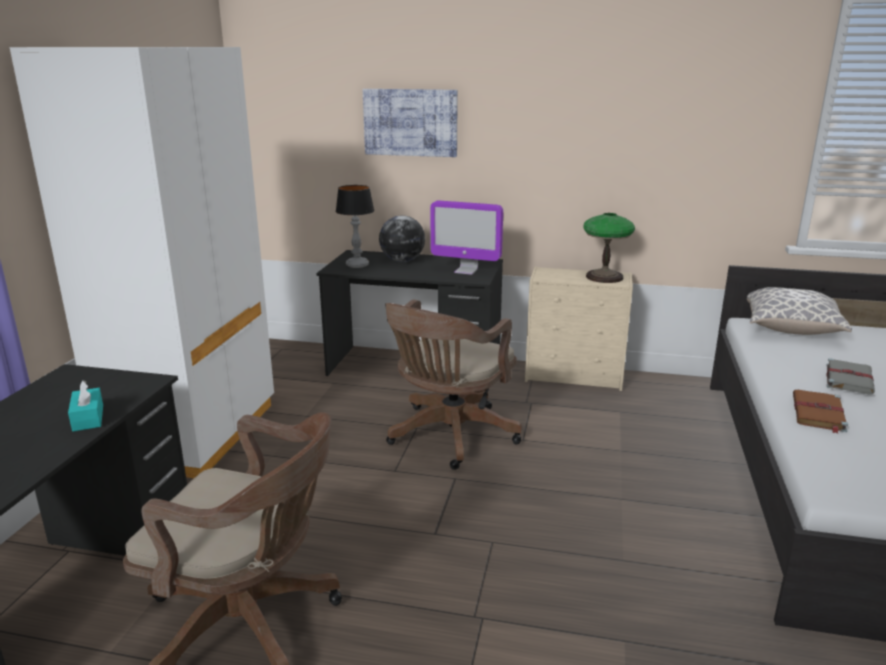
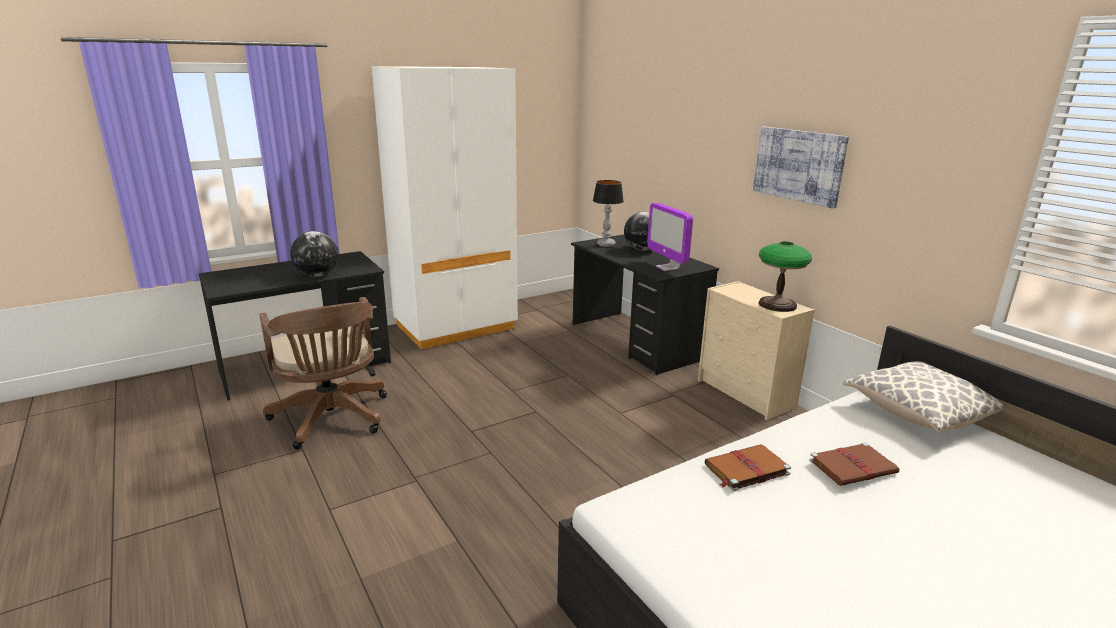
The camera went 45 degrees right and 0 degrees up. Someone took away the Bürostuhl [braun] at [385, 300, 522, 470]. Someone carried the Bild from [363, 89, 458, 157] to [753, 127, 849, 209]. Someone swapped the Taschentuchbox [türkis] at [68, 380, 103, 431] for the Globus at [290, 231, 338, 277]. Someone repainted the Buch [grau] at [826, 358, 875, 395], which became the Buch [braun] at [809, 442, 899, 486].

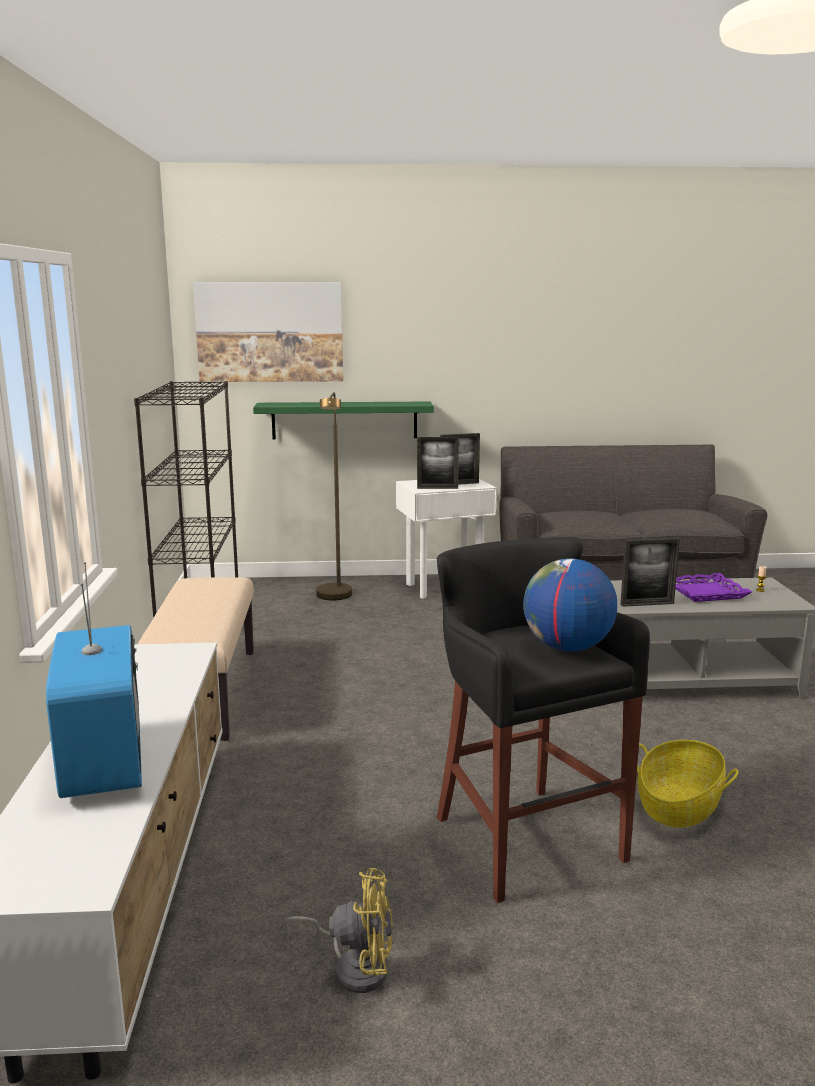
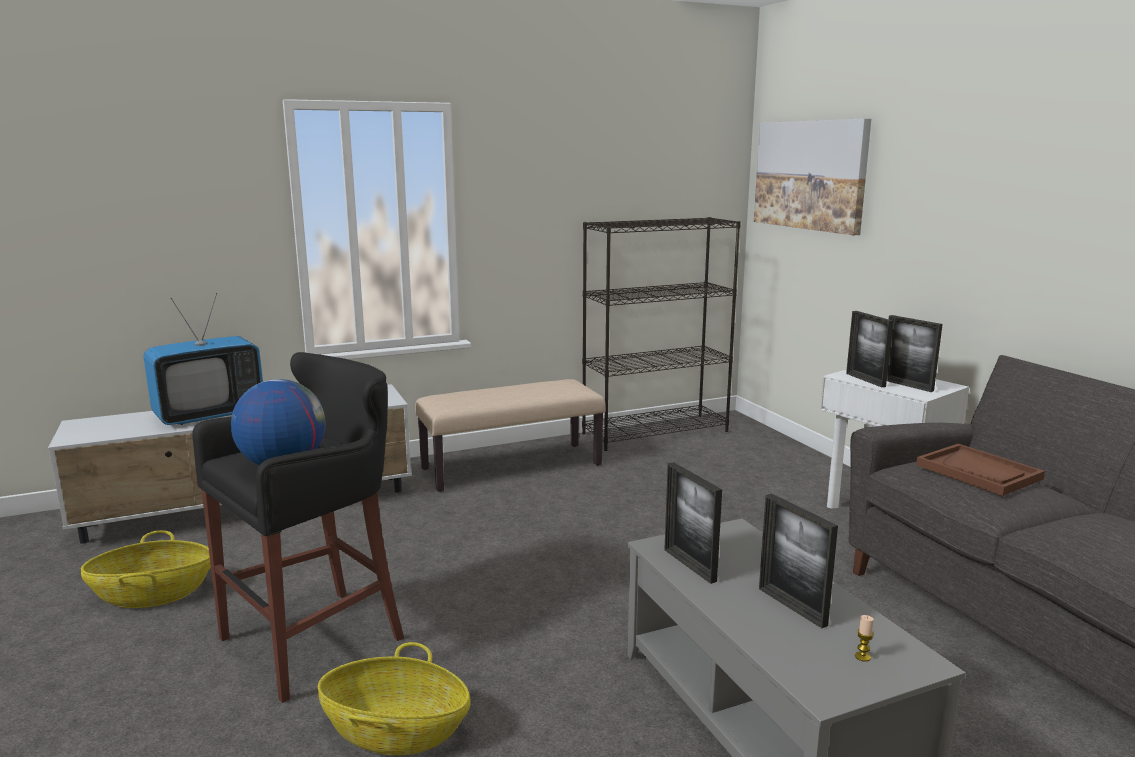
The camera went 70 degrees right and 0 degrees up. Someone took away the Wandregal [grün] at [253, 402, 434, 439]. Someone took away the Stehlampe [braun] at [316, 392, 352, 600]. Someone put down the Tablett [braun] at [916, 444, 1045, 496]. Someone swapped the Ventilator [gelb] at [284, 868, 393, 993] for the Korb at [81, 530, 211, 608]. Someone swapped the Tablett [lila] at [675, 573, 752, 602] for the Bilderrahmen at [759, 494, 838, 628].

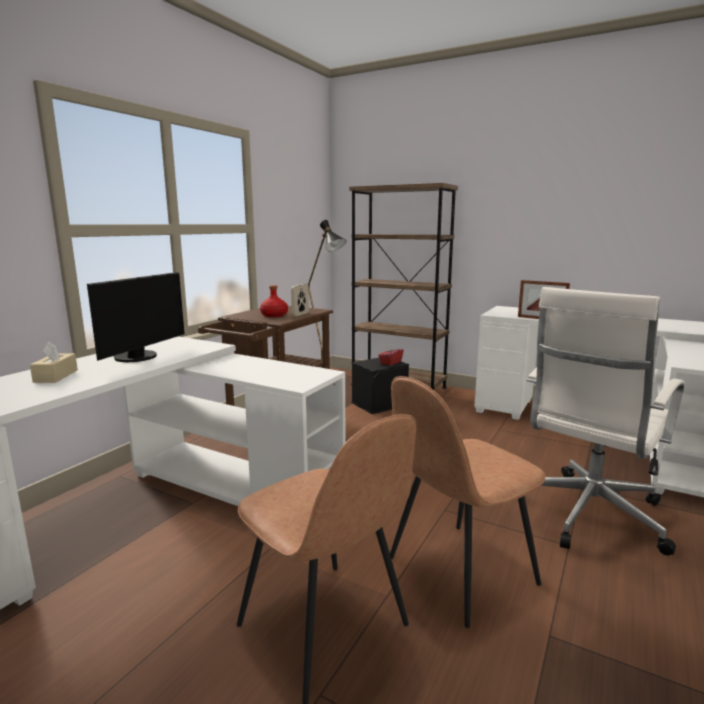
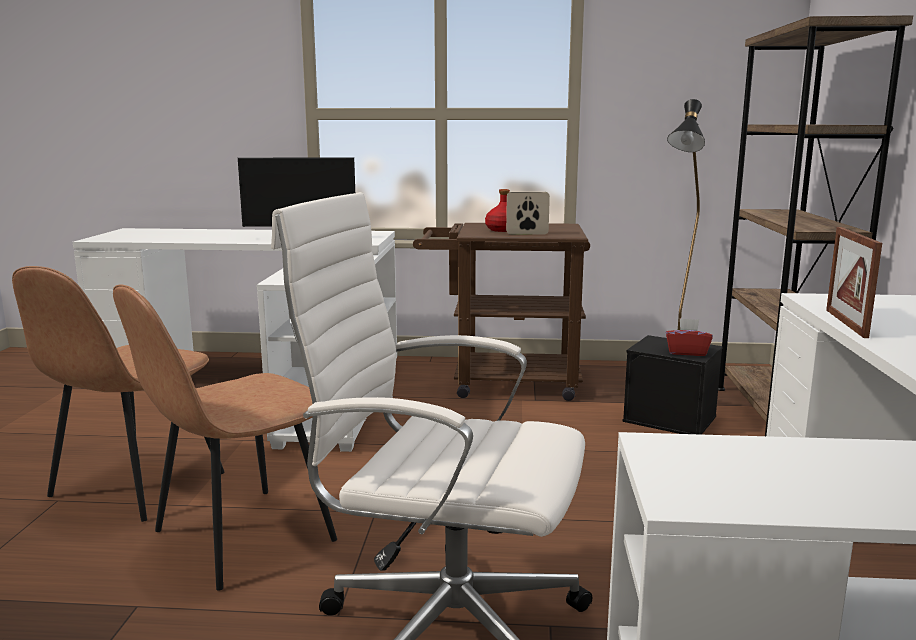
The camera went 65 degrees right and 0 degrees up. Someone took away the Taschentuchbox [beige] at [30, 341, 78, 383]. Someone rotated the Stuhl [braun] at [390, 376, 546, 628] by 75 degrees counterclockwise.

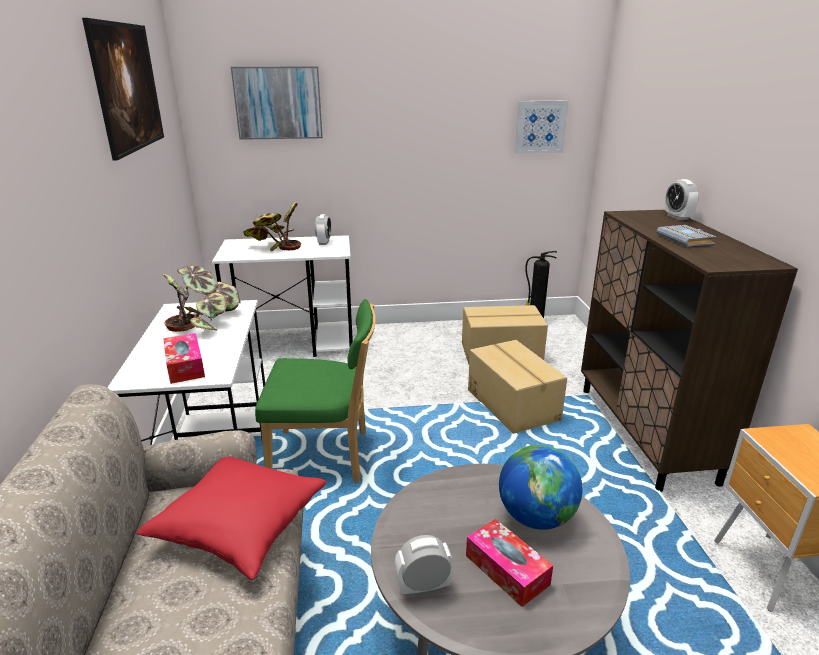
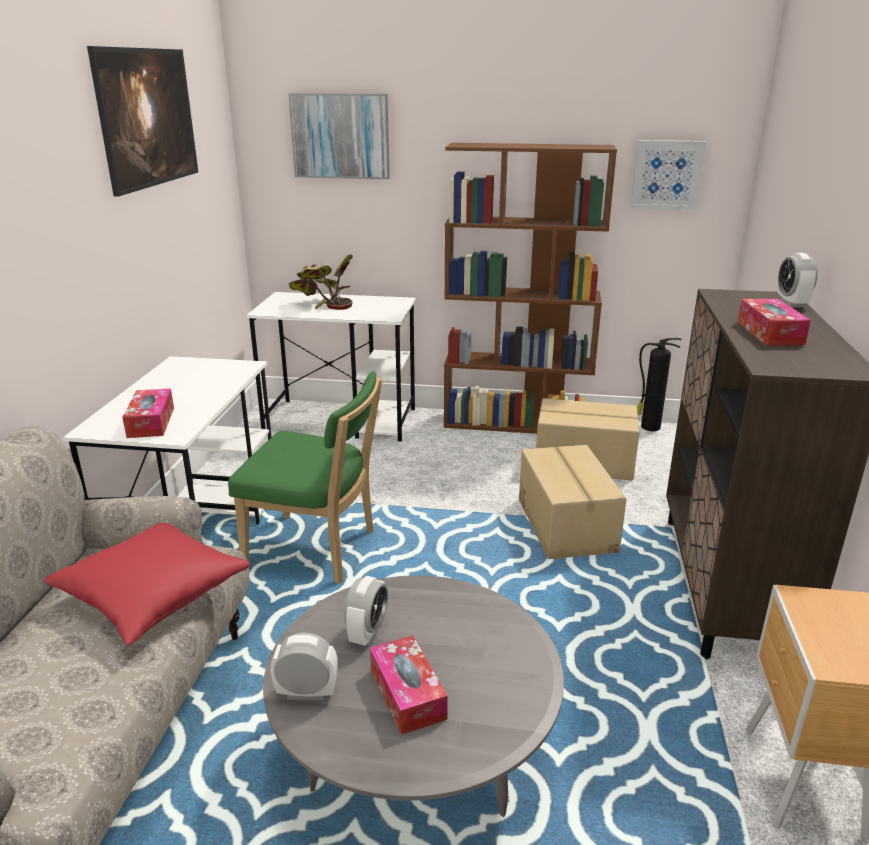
The camera went 15 degrees right and 0 degrees up. Someone took away the Topfpflanze at [163, 265, 241, 332]. Someone took away the Globus at [499, 445, 583, 530]. Someone put down the Bücherregal [braun] at [444, 143, 617, 434]. Someone carried the Wecker from [315, 214, 331, 245] to [344, 576, 388, 646]. Someone swapped the Buch [grau] at [657, 225, 716, 247] for the Taschentuchbox at [738, 299, 811, 345].

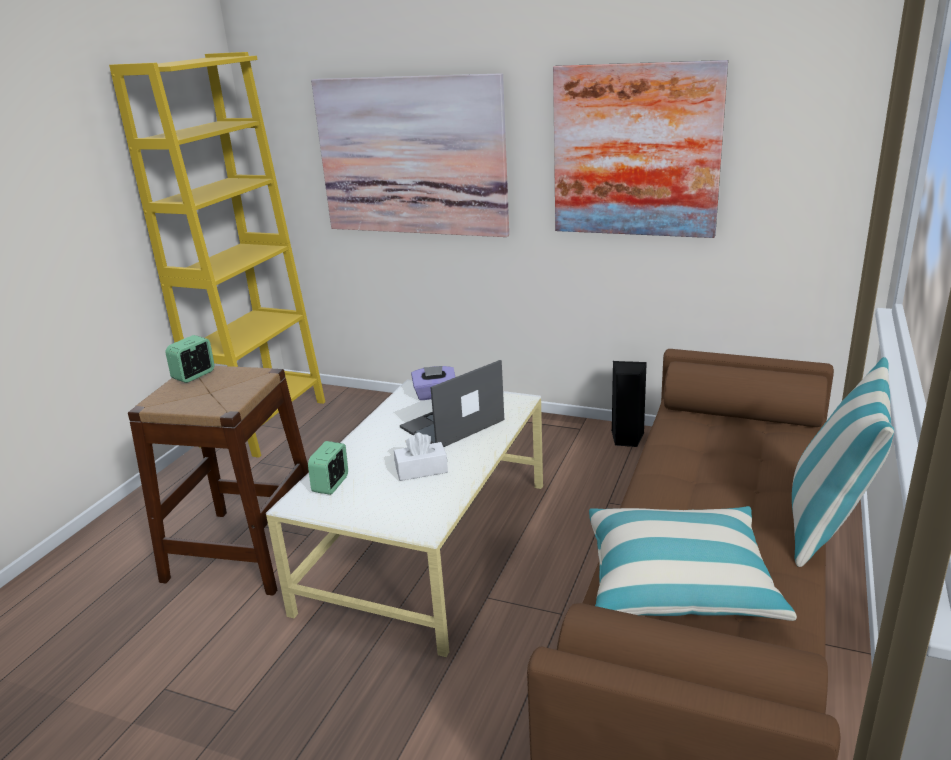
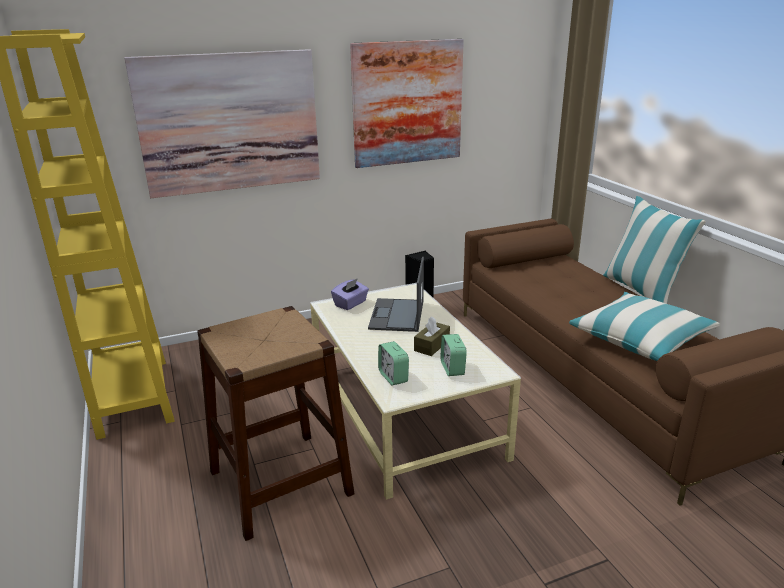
The camera went 45 degrees left and 0 degrees up. Someone carried the Wecker from [165, 335, 214, 383] to [440, 334, 467, 376]. Someone repainted the Taschentuchbox [weiß] at [394, 432, 448, 481], which became the Taschentuchbox [braun] at [414, 316, 450, 356].

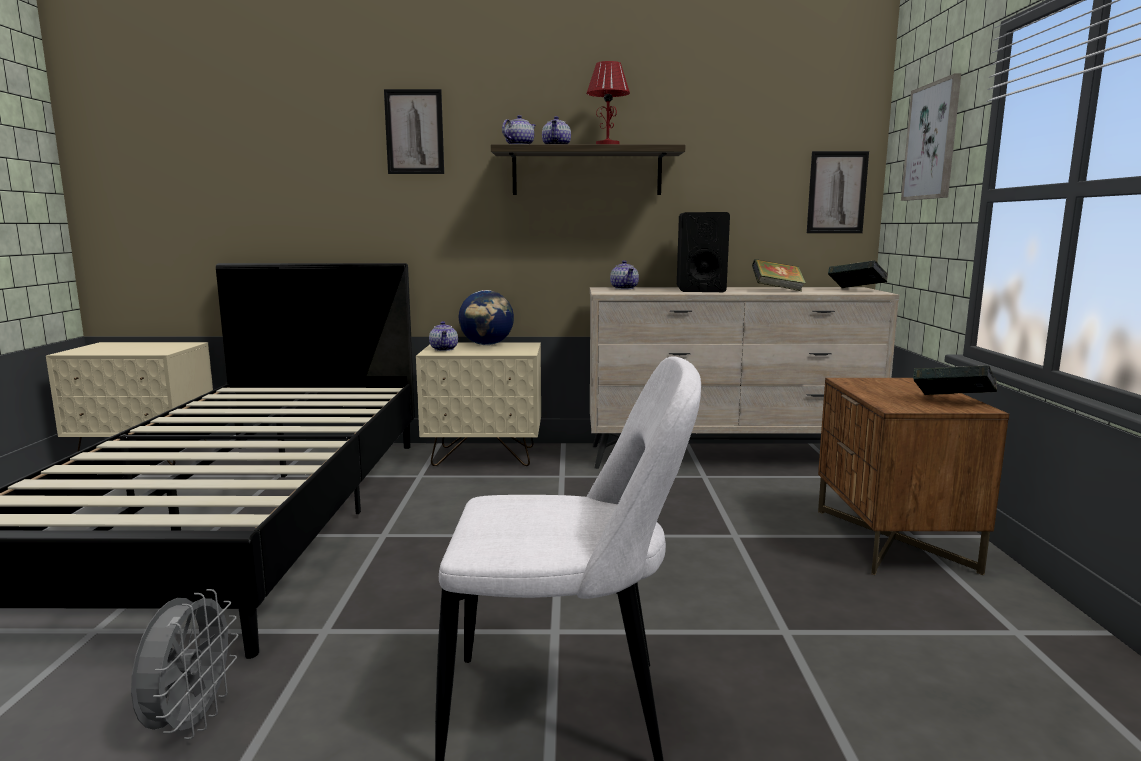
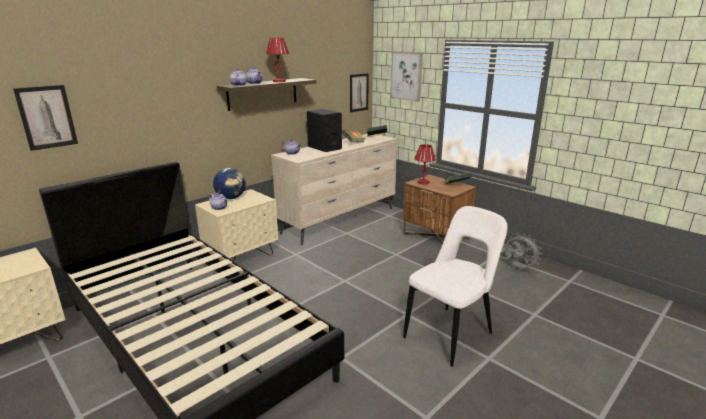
The camera went 45 degrees left and 10 degrees up. Someone put down the Tischlampe [rot] at [414, 144, 436, 184]. Someone carried the Ventilator [grau] from [131, 589, 239, 739] to [505, 233, 542, 269]. Someone carried the Bild from [384, 89, 444, 174] to [13, 85, 78, 151].

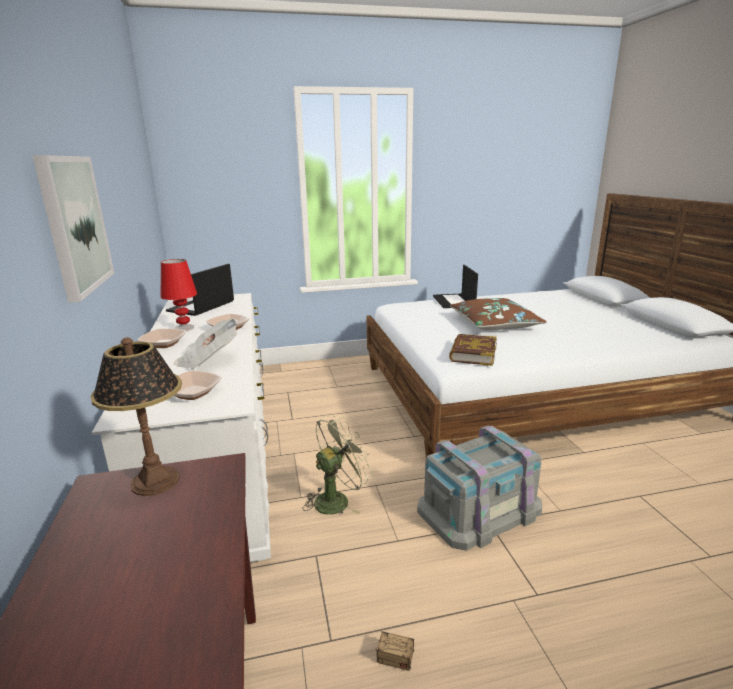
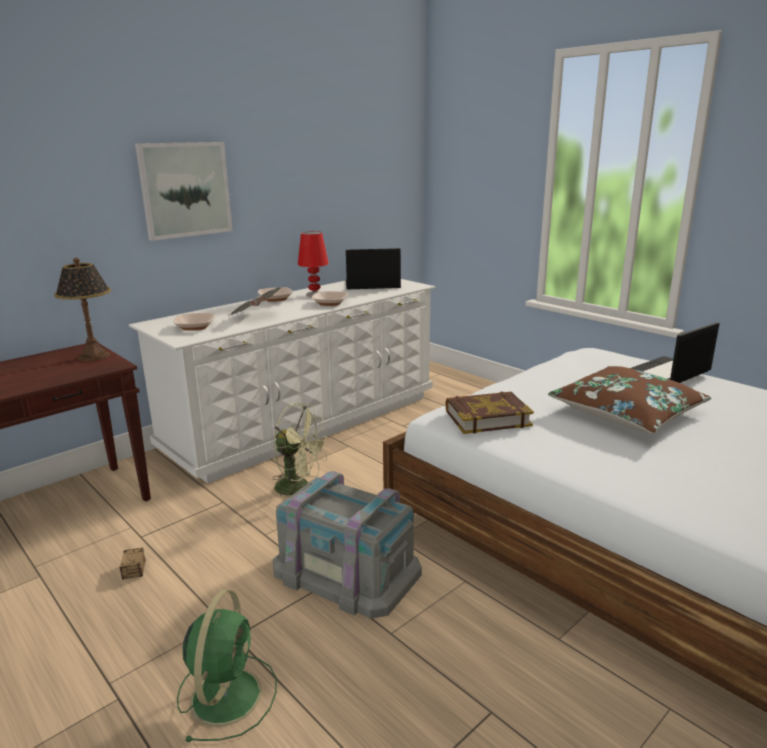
The camera went 60 degrees right and 0 degrees up. Someone put down the Ventilator [grün] at [177, 589, 276, 742].

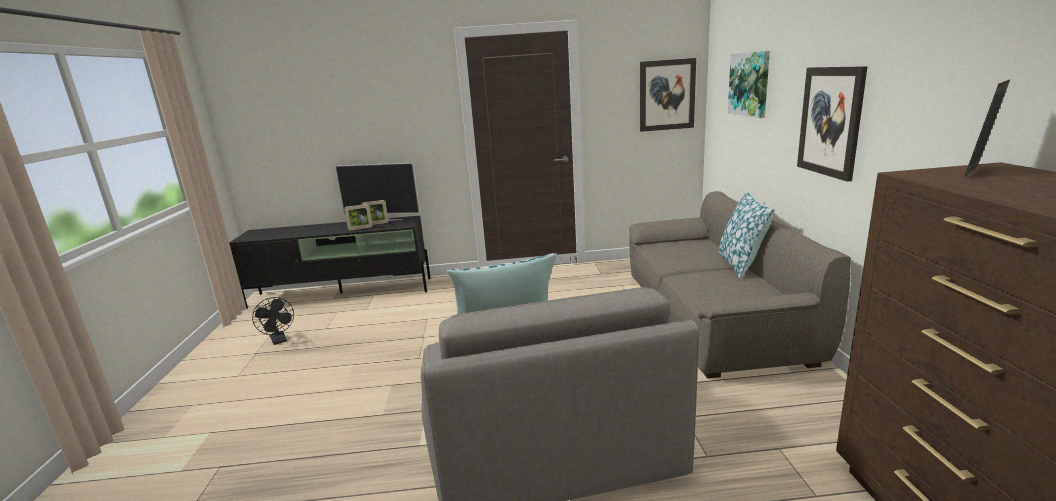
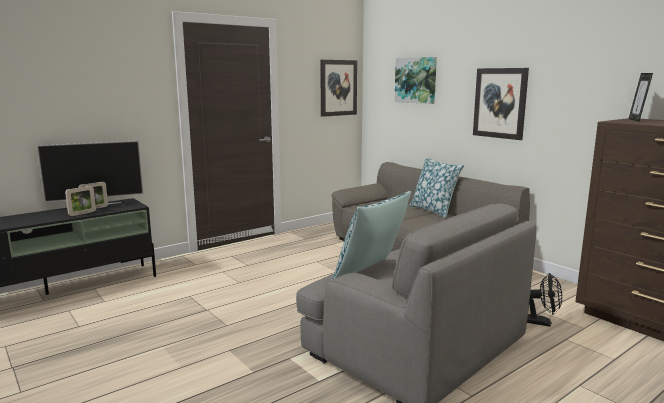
The camera went 35 degrees left and 5 degrees down. Someone carried the Ventilator [schwarz] from [252, 297, 294, 345] to [527, 273, 562, 327].

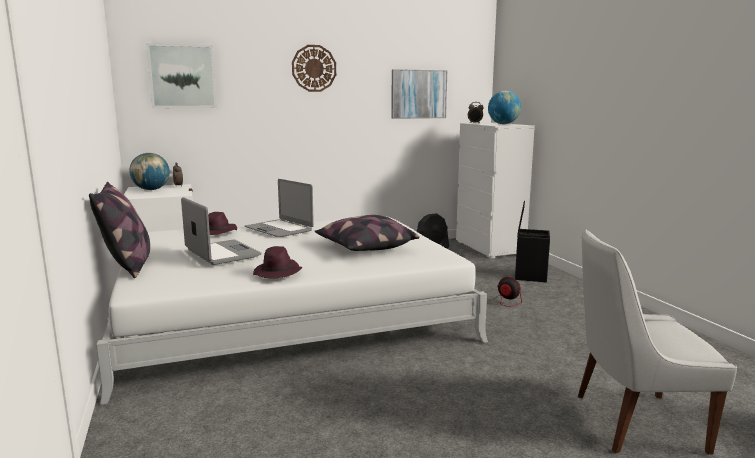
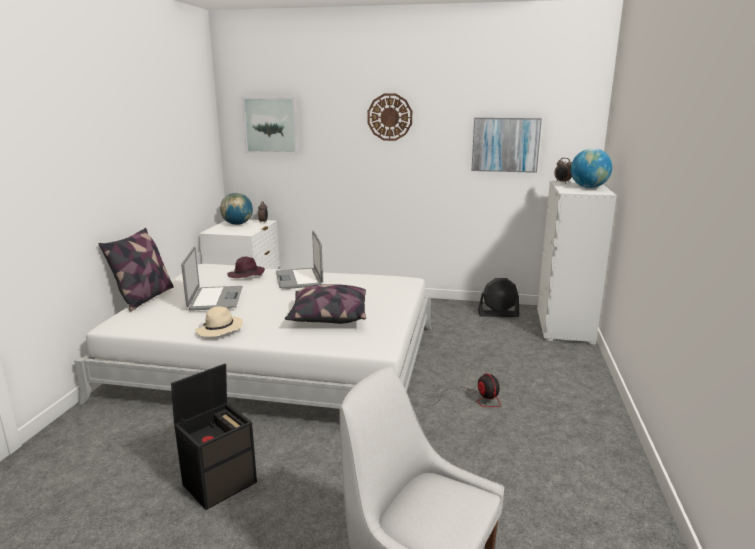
The camera went 30 degrees right and 5 degrees up. Someone carried the Aufbewahrungsbox [schwarz] from [515, 201, 550, 282] to [171, 363, 257, 510]. Someone repainted the Hut [lila] at [253, 246, 303, 279], which became the Hut [beige] at [195, 307, 243, 337].

